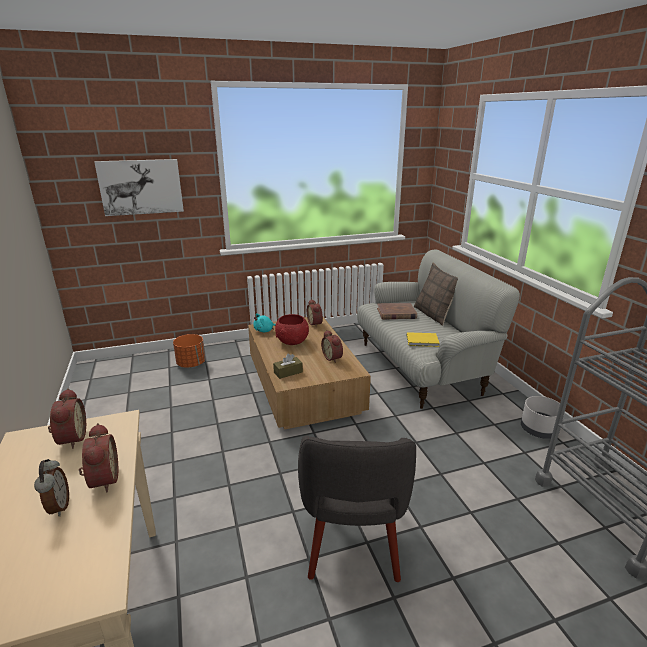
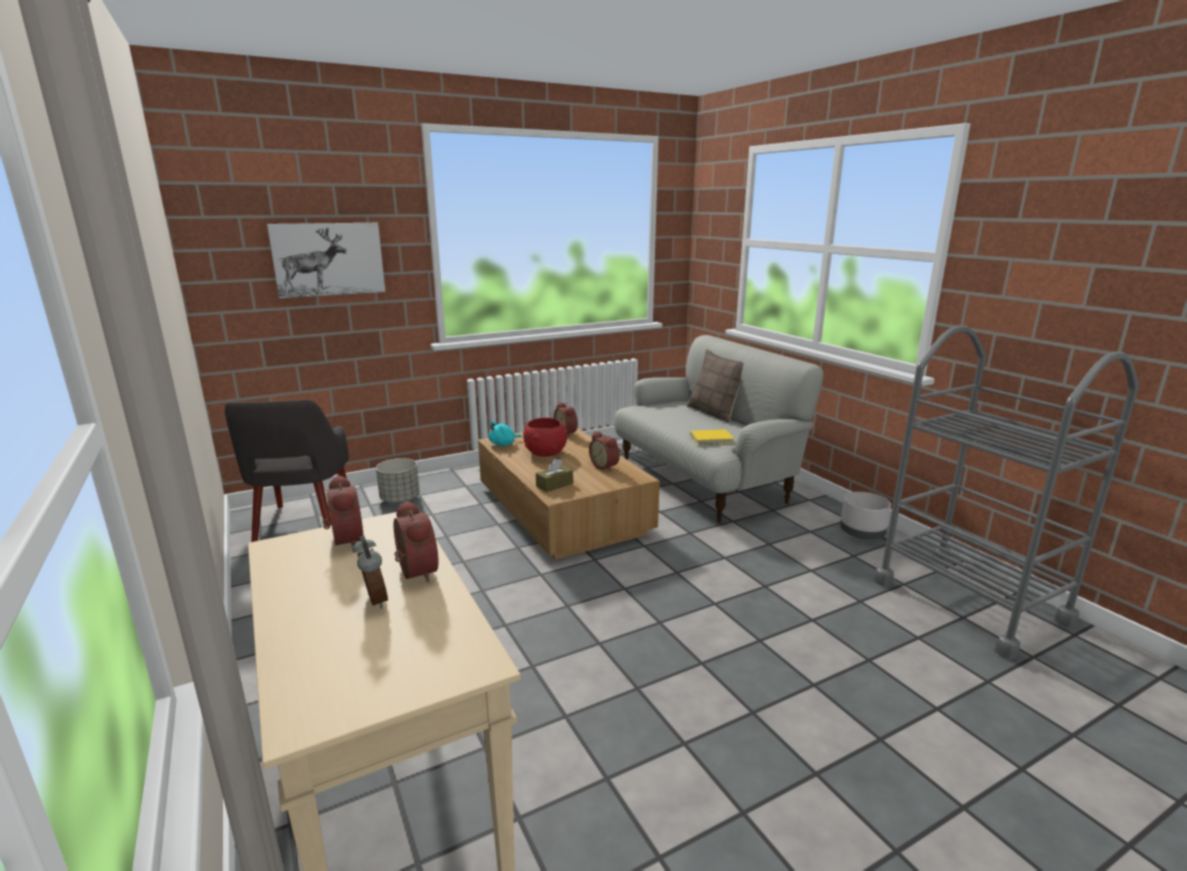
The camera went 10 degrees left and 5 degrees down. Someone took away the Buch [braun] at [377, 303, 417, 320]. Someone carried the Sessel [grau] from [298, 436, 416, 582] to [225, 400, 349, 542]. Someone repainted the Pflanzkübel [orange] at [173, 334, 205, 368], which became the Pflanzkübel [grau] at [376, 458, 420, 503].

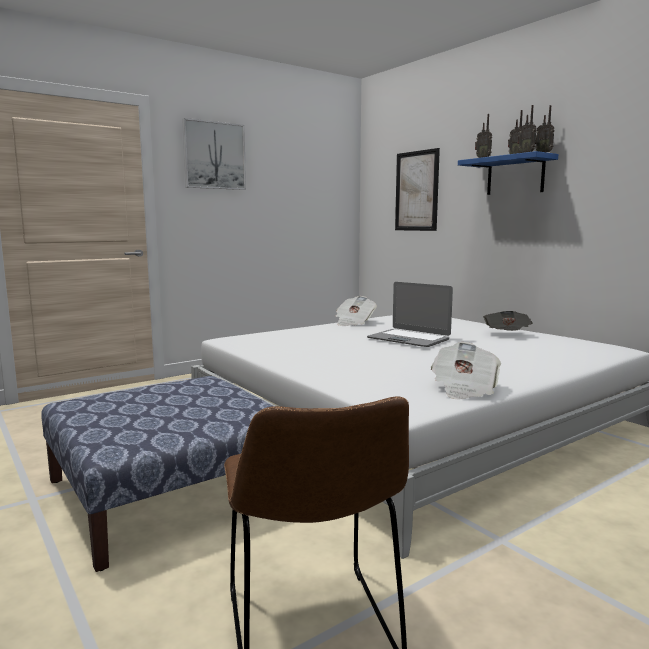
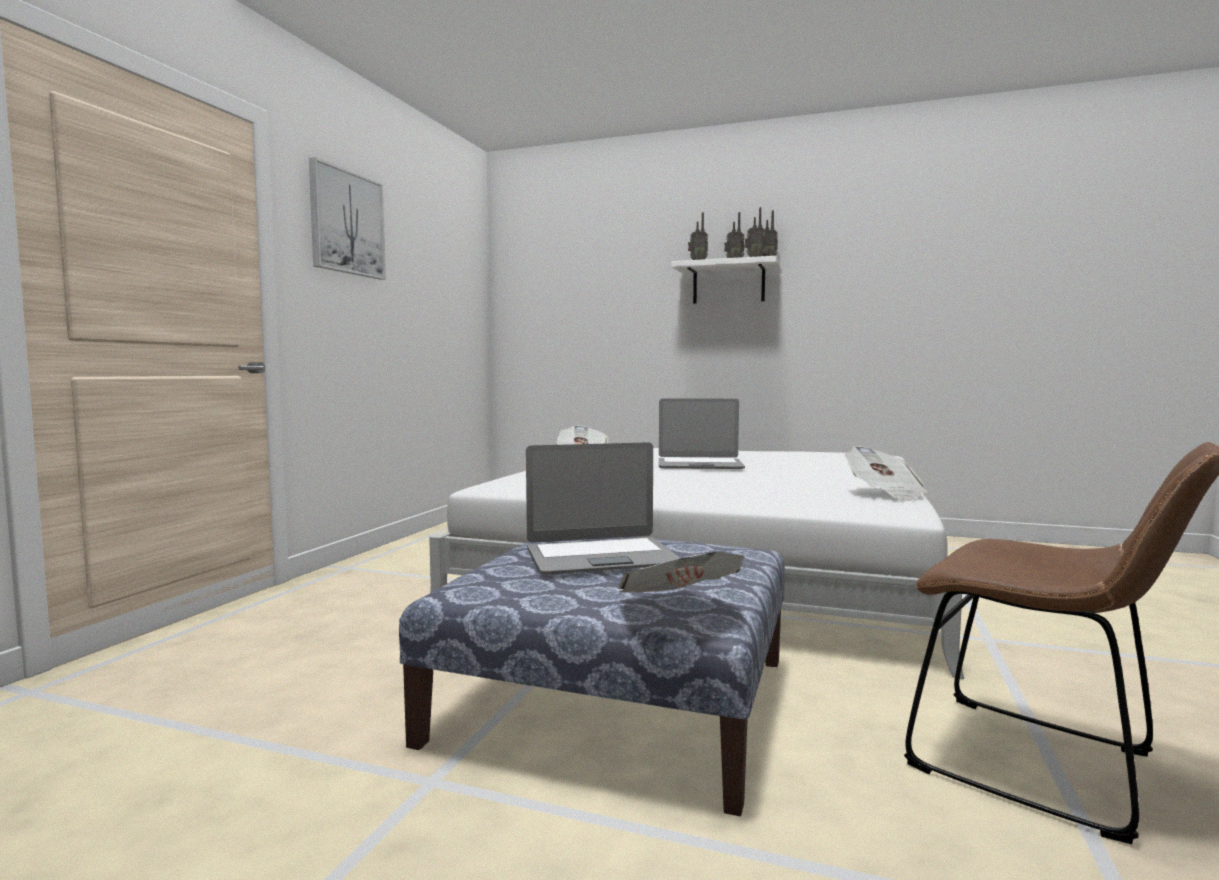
The camera went 35 degrees left and 5 degrees down. Someone took away the Bild at [395, 148, 440, 231]. Someone put down the Laptop at [526, 442, 680, 574]. Someone carried the Zeitung from [483, 311, 533, 331] to [619, 552, 745, 593]. Someone repainted the Wandregal [blau] at [458, 151, 558, 195], which became the Wandregal [weiß] at [671, 256, 780, 304].

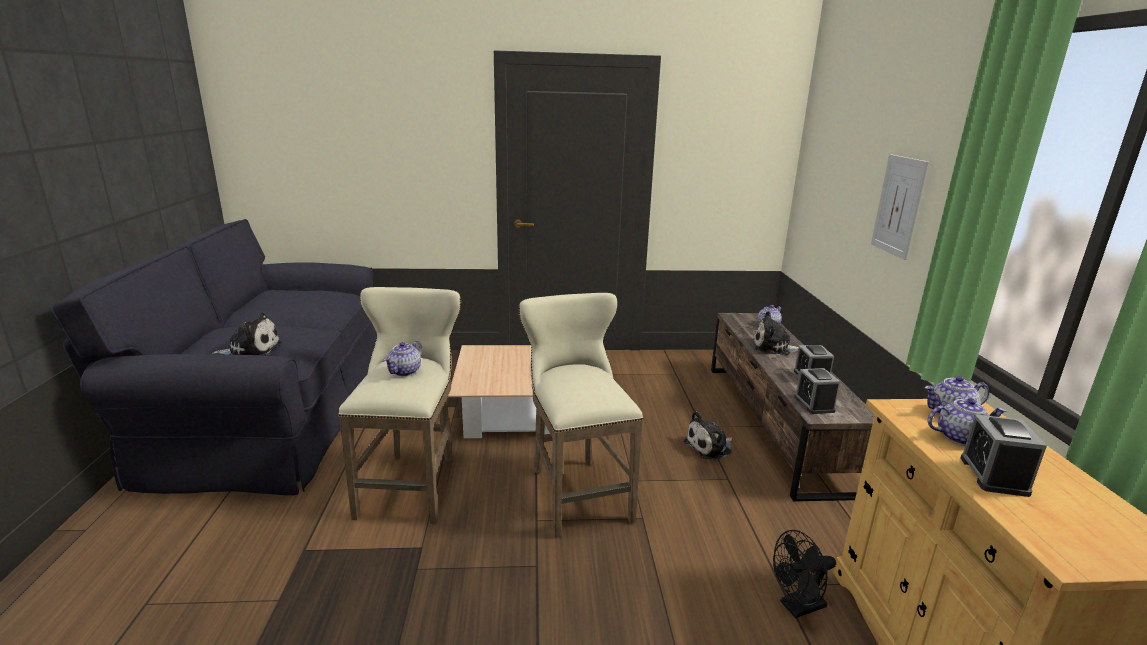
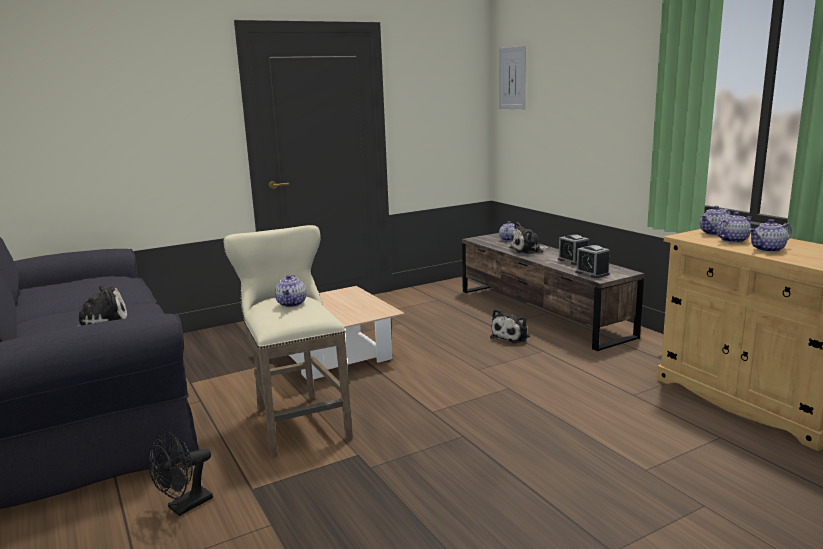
The camera went 25 degrees left and 5 degrees down. Someone took away the Hocker [beige] at [519, 293, 643, 538]. Someone carried the Ventilator [schwarz] from [773, 530, 836, 618] to [148, 432, 213, 516]. Someone carried the Bild from [871, 154, 929, 260] to [499, 46, 526, 109]. Someone swapped the Wecker at [960, 414, 1047, 497] for the Teekanne at [749, 219, 792, 252].

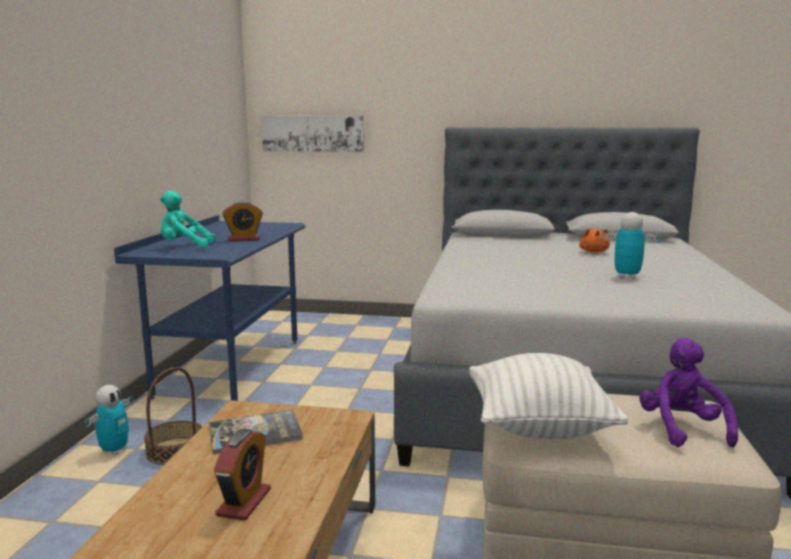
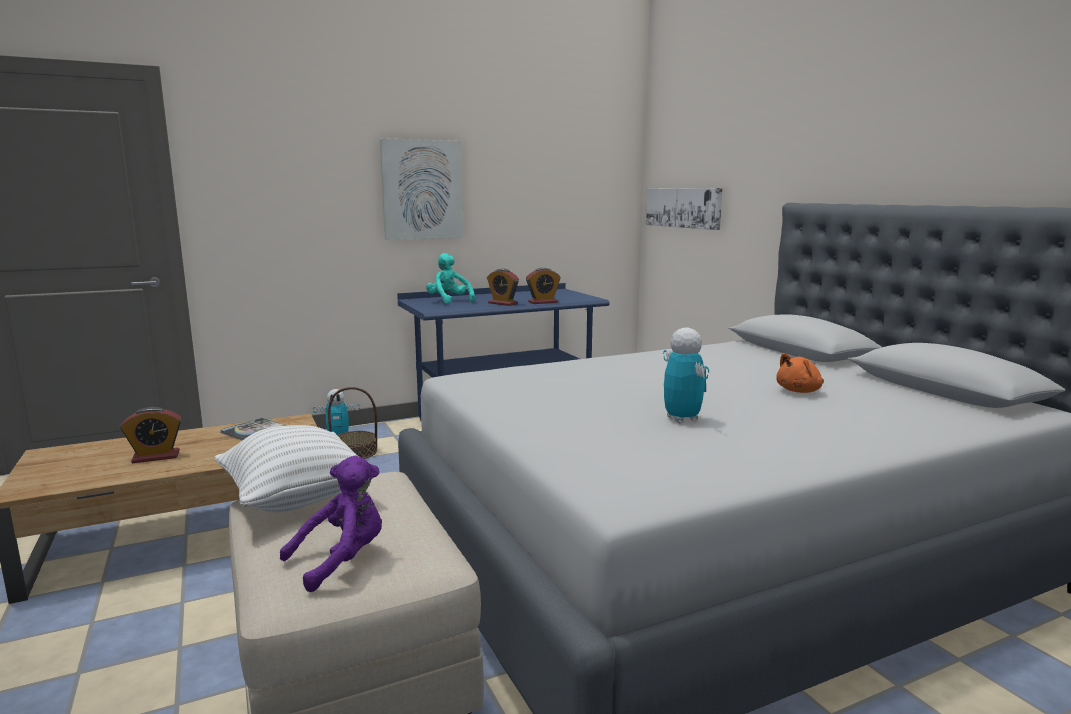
The camera went 55 degrees right and 0 degrees up. Someone put up the Bild at [380, 138, 463, 240]. Someone put down the Wecker at [526, 268, 561, 304].

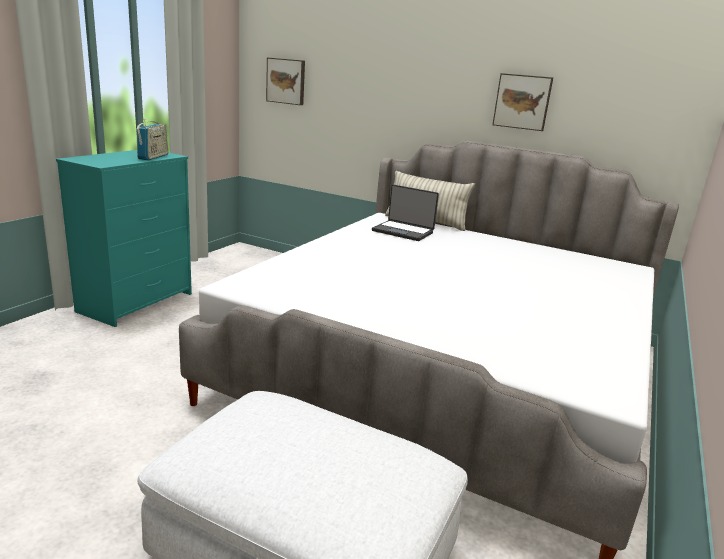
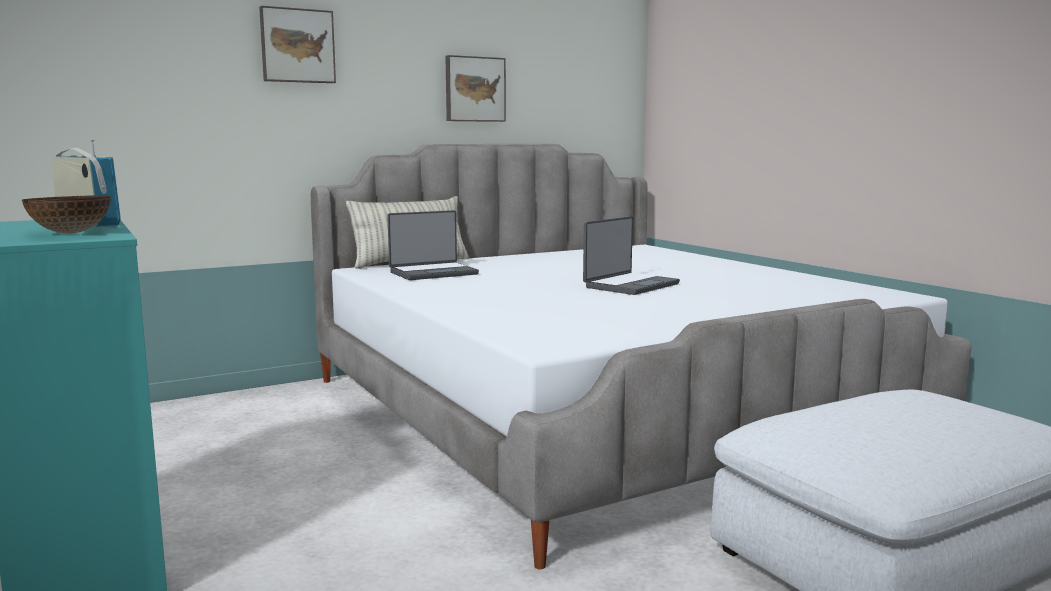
The camera went 55 degrees left and 10 degrees down. Someone put down the Schüssel at [22, 195, 111, 234]. Someone put down the Laptop at [583, 216, 680, 295]. Someone carried the Bild from [266, 58, 305, 105] to [259, 6, 336, 83].

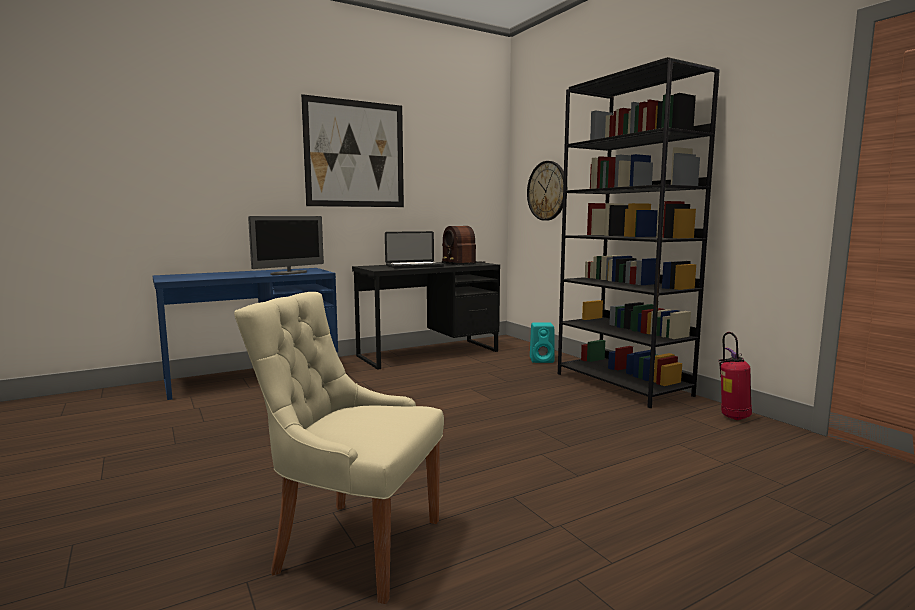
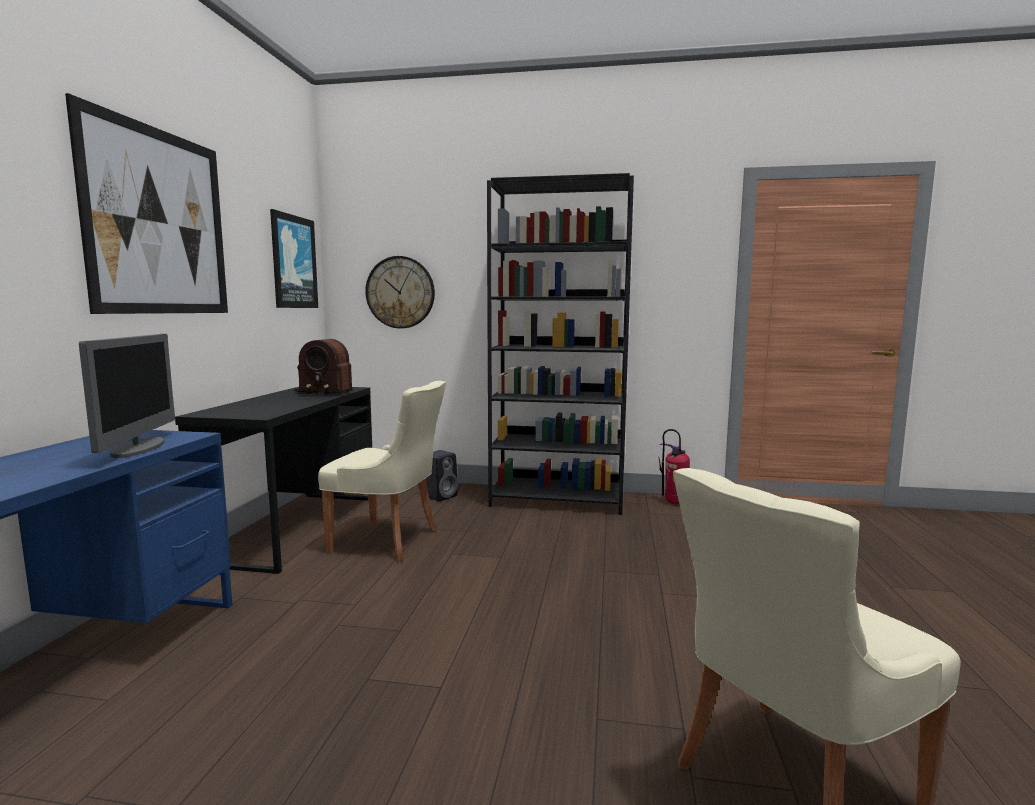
The camera went 50 degrees left and 0 degrees up. Someone took away the Laptop at [385, 231, 444, 269]. Someone put up the Bild at [270, 209, 318, 308]. Someone put down the Stuhl [beige] at [318, 381, 446, 562]. Someone repainted the Lautsprecher [türkis] at [530, 322, 554, 363], which became the Lautsprecher [schwarz] at [426, 450, 458, 501].

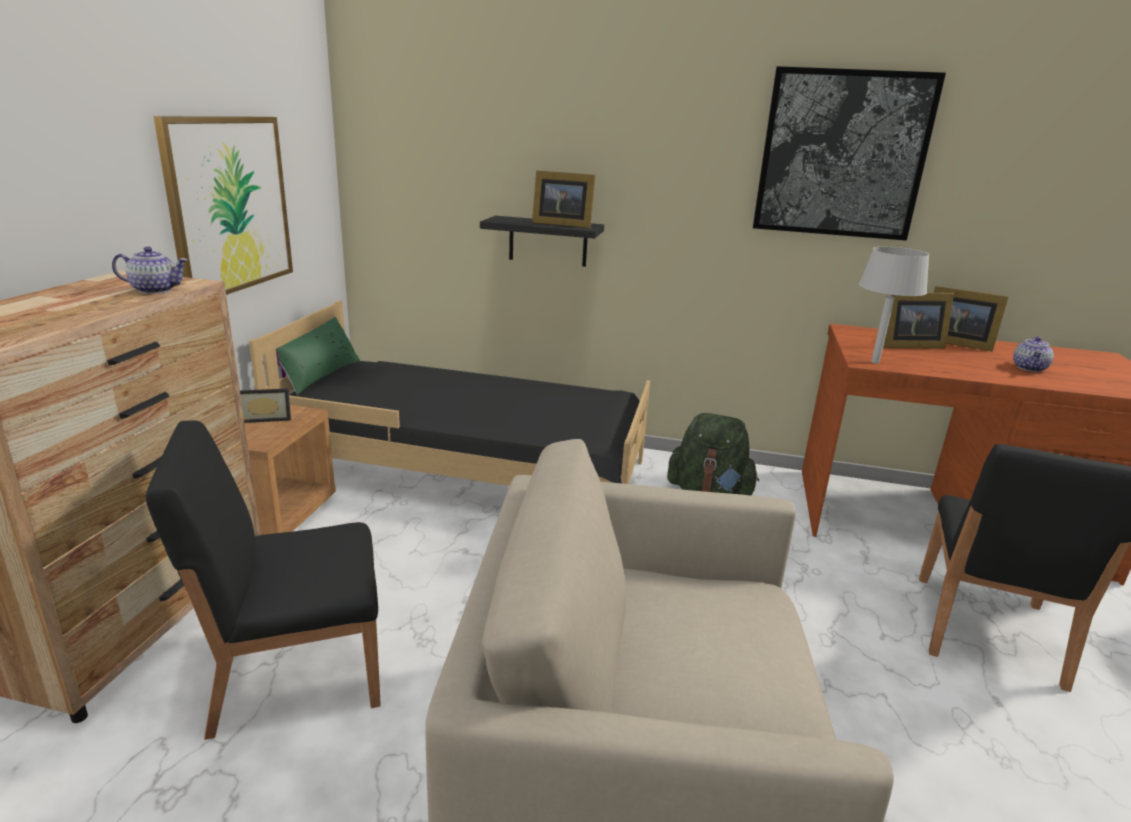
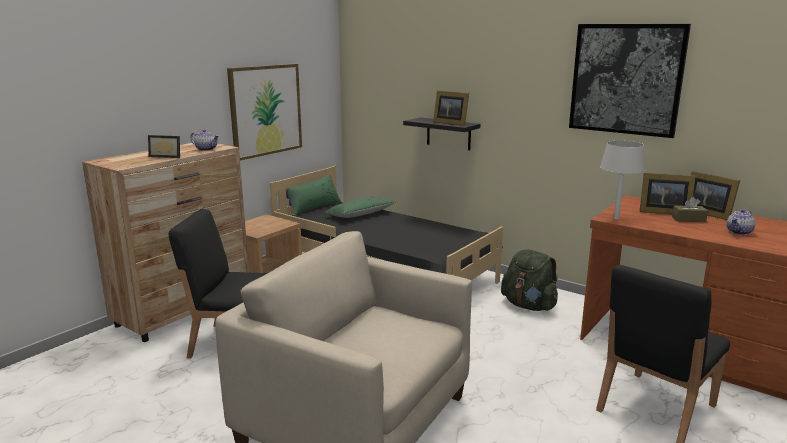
The camera went 25 degrees right and 5 degrees down. Someone put down the Kissen [grün] at [325, 197, 396, 218]. Someone put down the Taschentuchbox [braun] at [672, 197, 708, 222]. Someone carried the Bilderrahmen from [240, 388, 291, 423] to [148, 135, 180, 158].

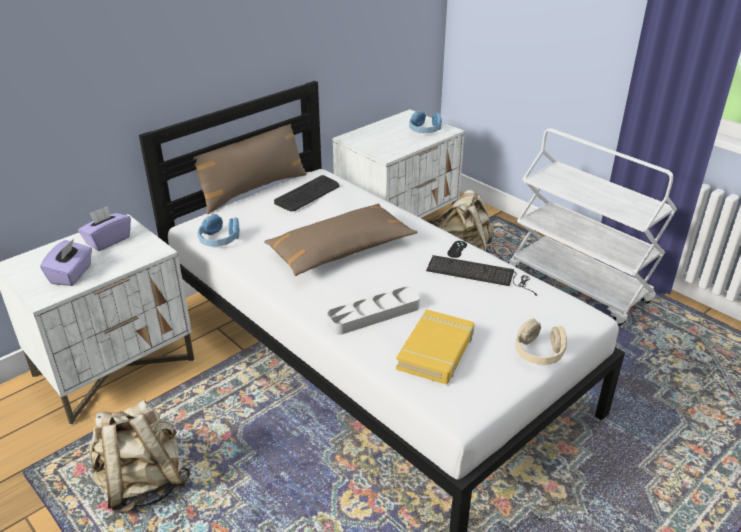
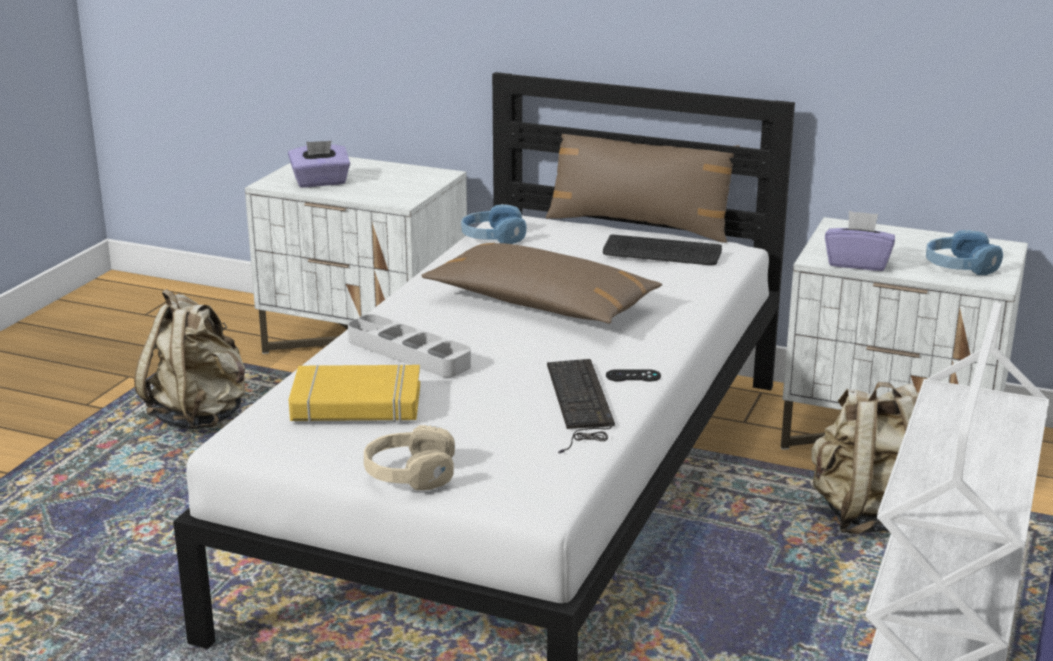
The camera went 65 degrees right and 10 degrees down. Someone carried the Taschentuchbox [lila] from [78, 206, 131, 251] to [825, 211, 895, 271].

